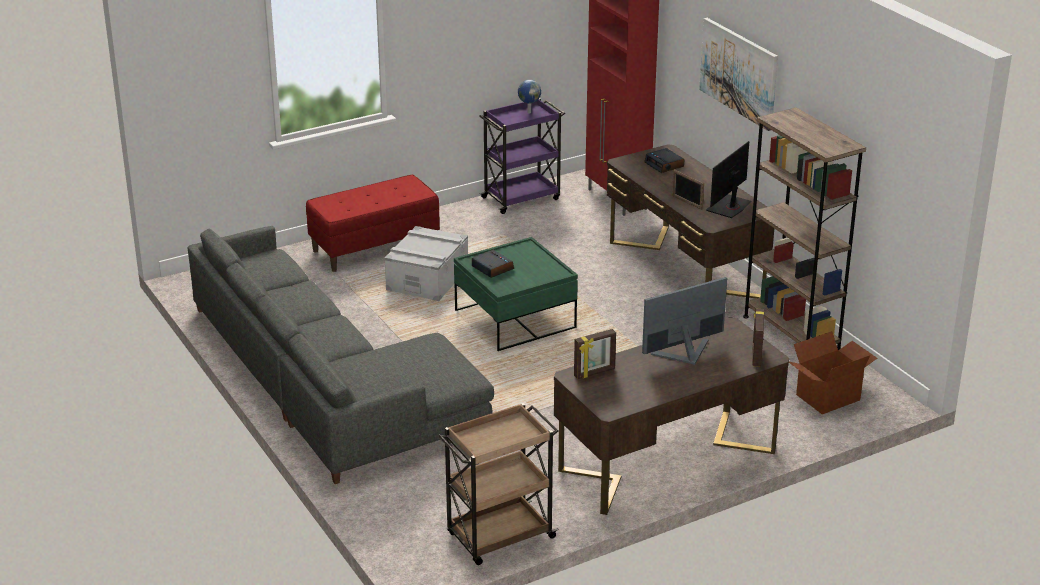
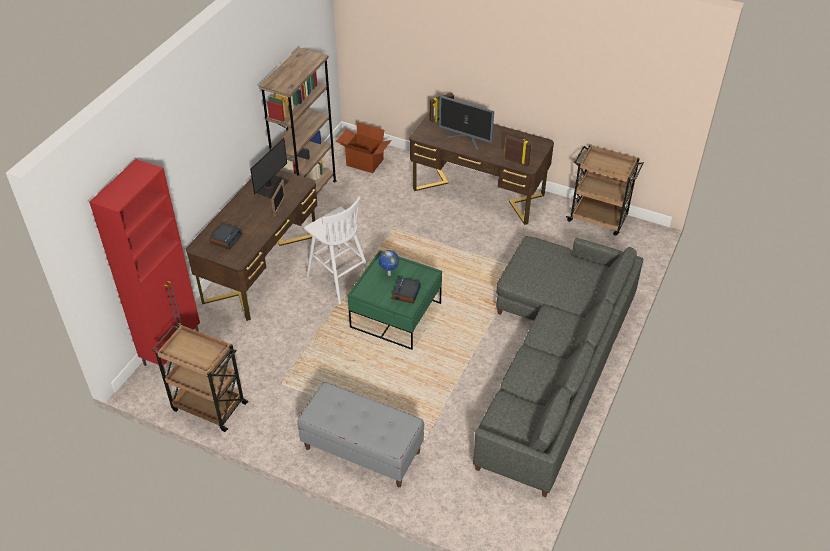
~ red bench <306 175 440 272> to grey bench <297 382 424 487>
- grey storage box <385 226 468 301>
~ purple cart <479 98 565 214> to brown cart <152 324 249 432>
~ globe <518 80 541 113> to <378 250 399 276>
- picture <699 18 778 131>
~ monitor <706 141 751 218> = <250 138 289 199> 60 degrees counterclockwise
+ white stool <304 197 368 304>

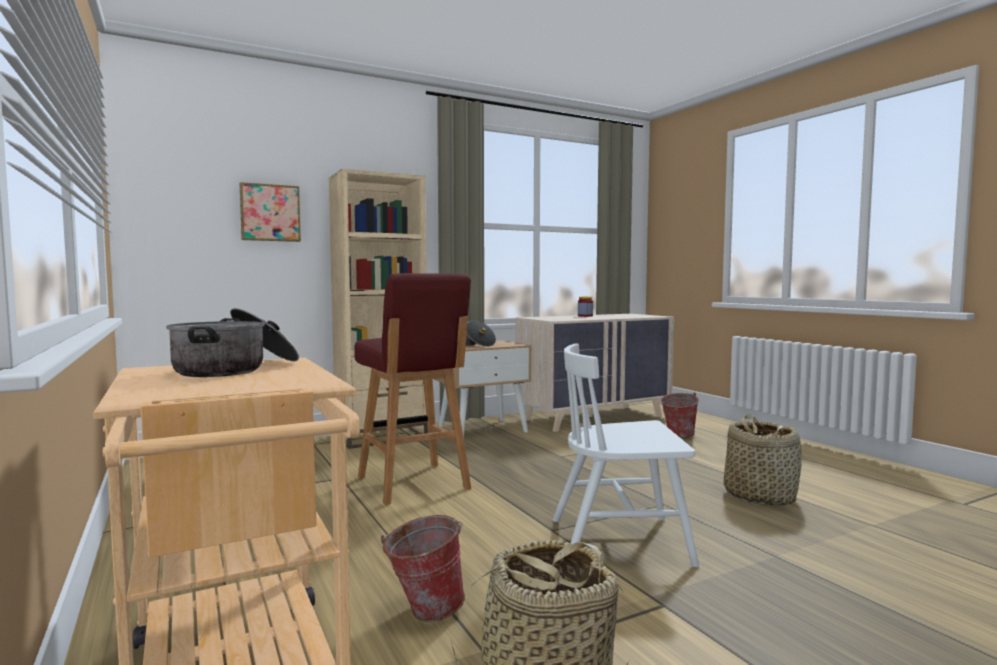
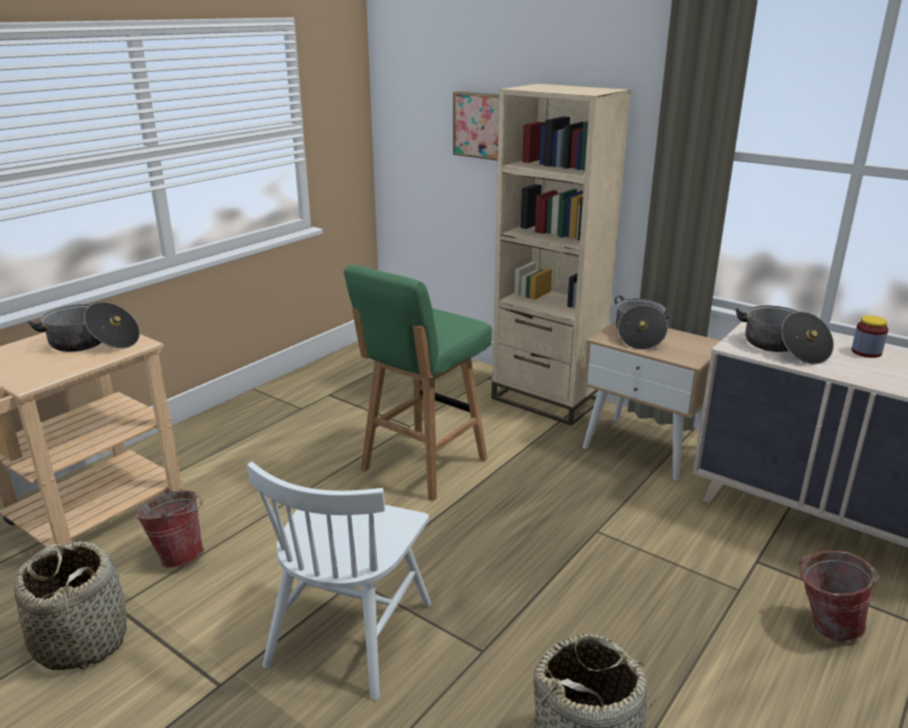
~ red stool <354 273 471 505> to green stool <344 265 492 501>
~ white chair <553 344 699 567> = <247 462 431 700> 135 degrees counterclockwise
+ cooking pot <736 305 834 364>

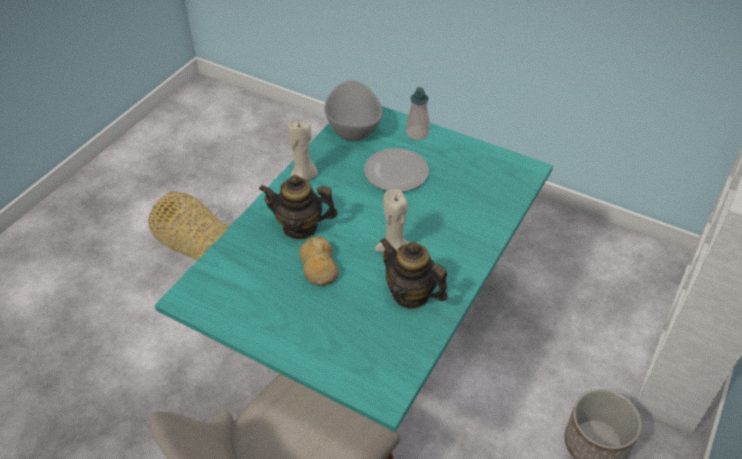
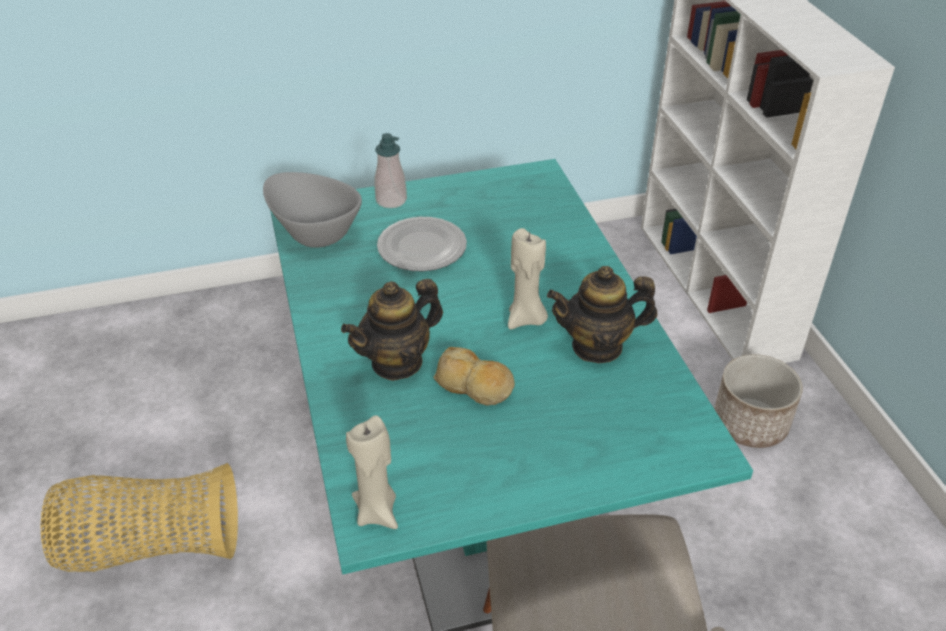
~ beige candle <288 120 318 181> to <346 415 398 529>

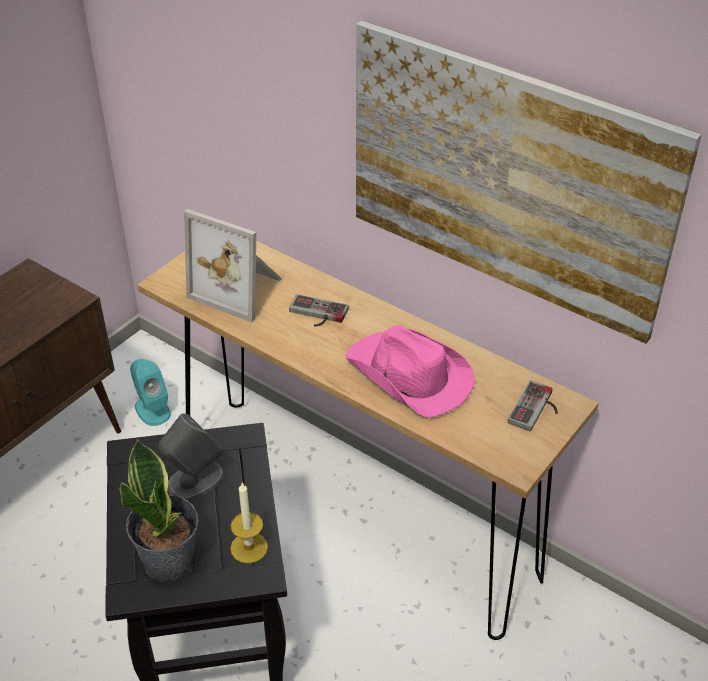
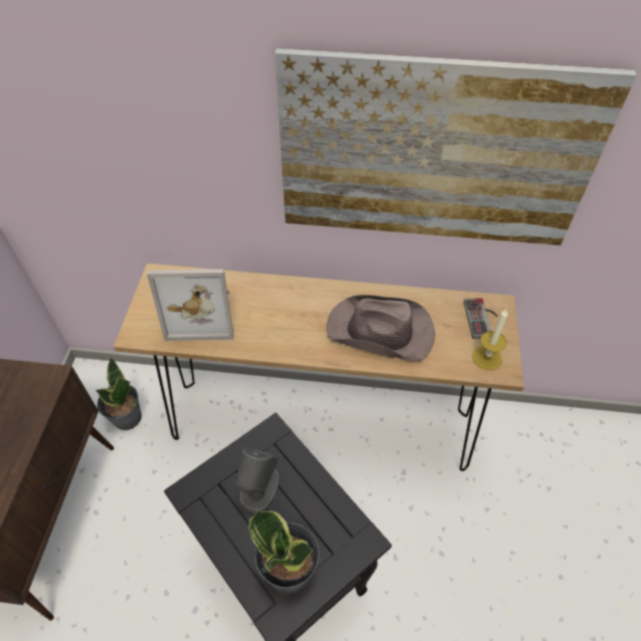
~ turquoise speaker <130 359 171 426> to potted plant <95 357 142 430>
~ candle <230 483 268 563> to <472 309 508 370>
- game controller <289 294 349 327>
~ pink hat <346 325 475 418> to brown hat <326 295 435 362>

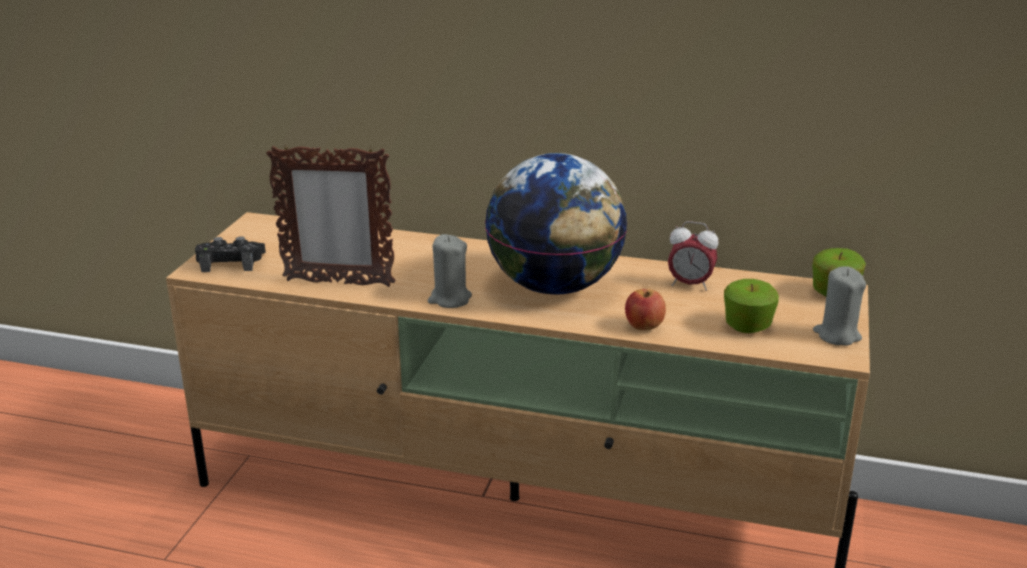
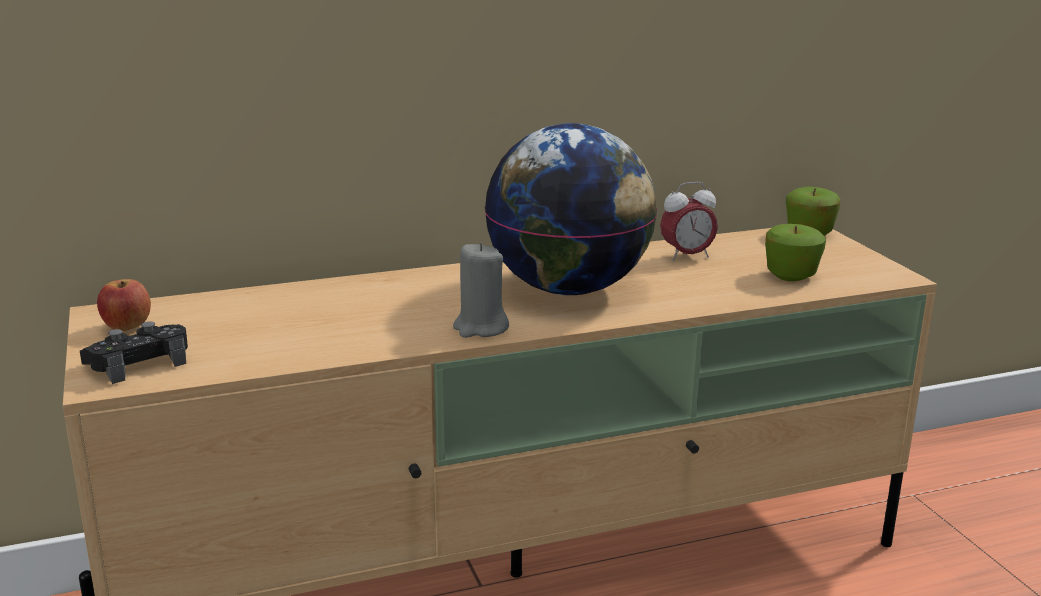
- picture frame <266 146 396 287>
~ apple <625 289 666 330> to <97 279 151 331>
- grey candle <813 266 866 345>

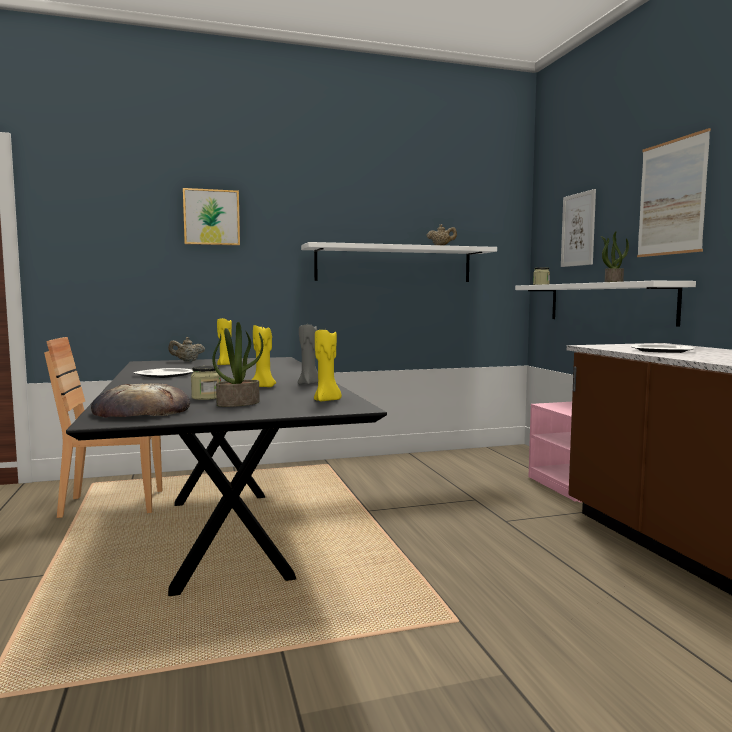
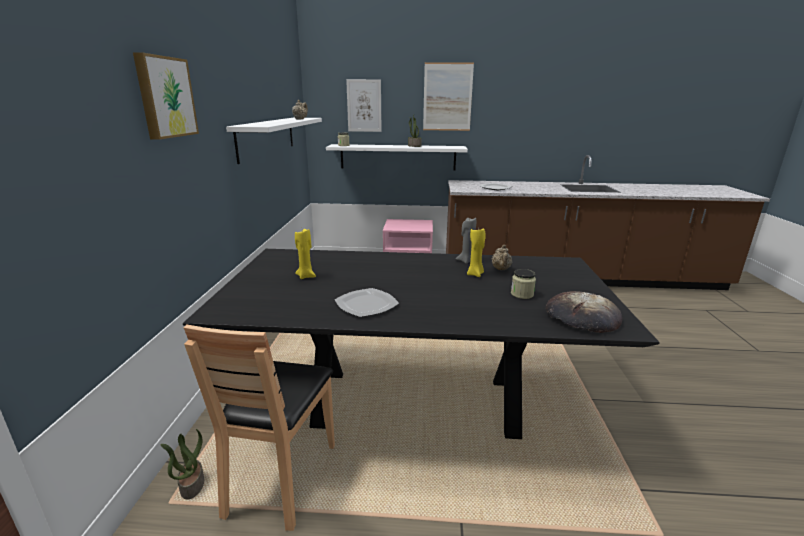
~ beige teapot <168 337 205 362> to <492 245 513 270>
~ potted plant <212 322 263 407> to <161 429 204 499>
- yellow candle <314 330 342 401>

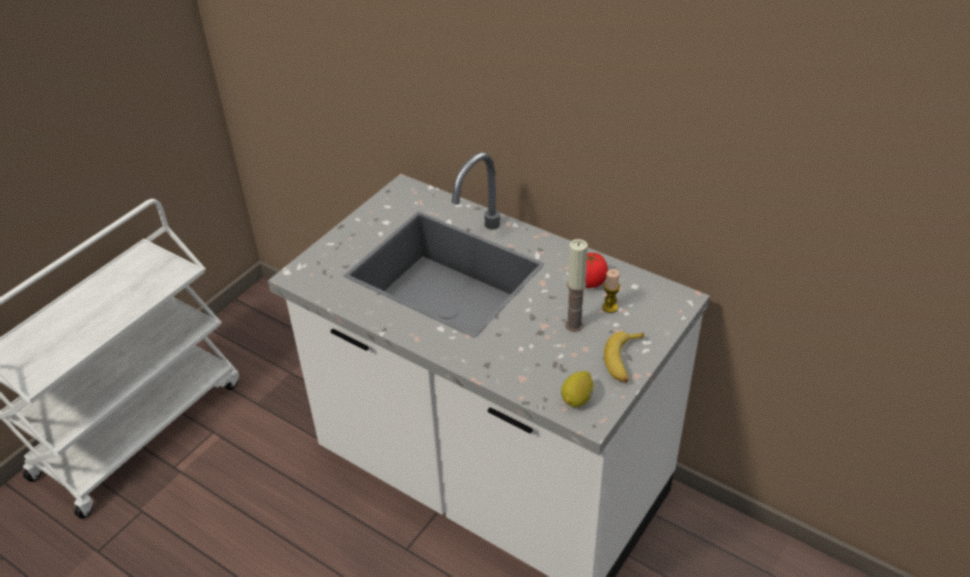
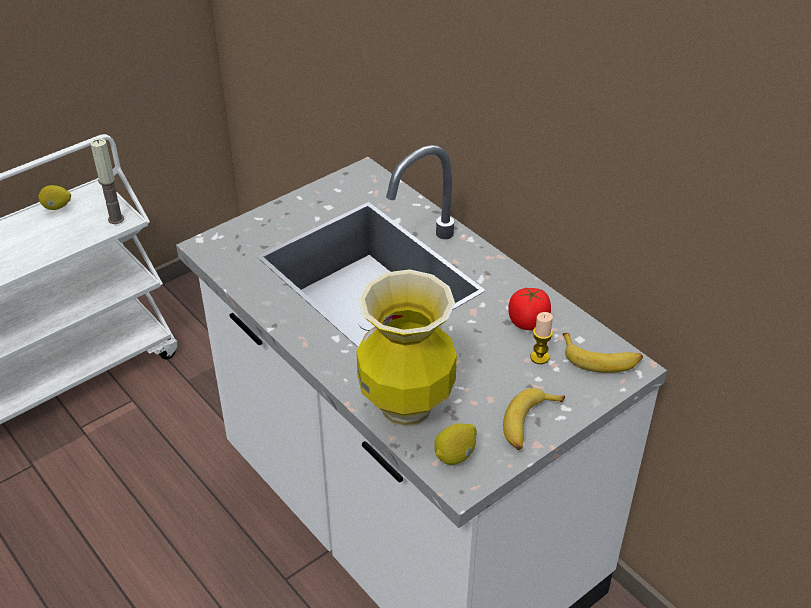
~ candle <565 239 588 332> to <90 138 124 224>
+ lemon <38 185 71 210>
+ vase <357 269 457 427>
+ banana <562 333 643 373>

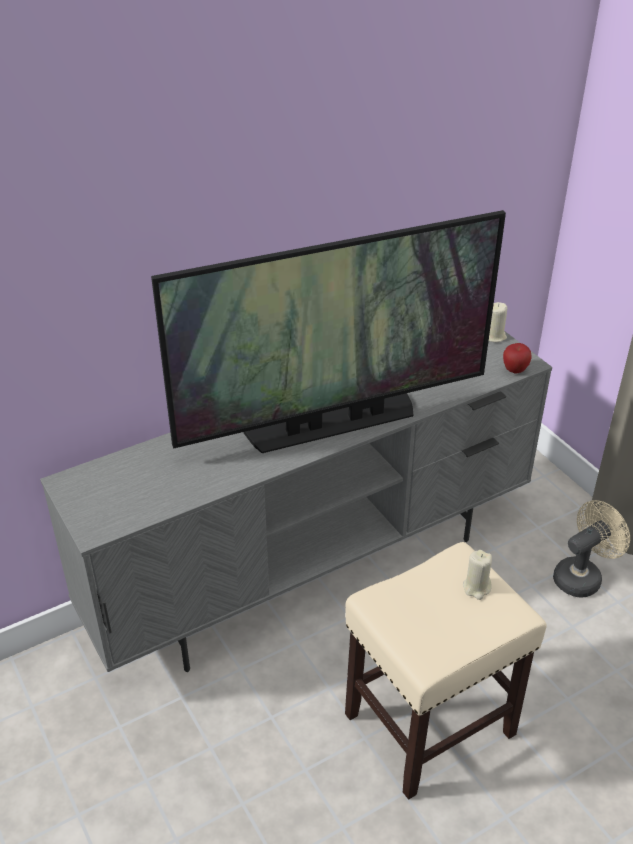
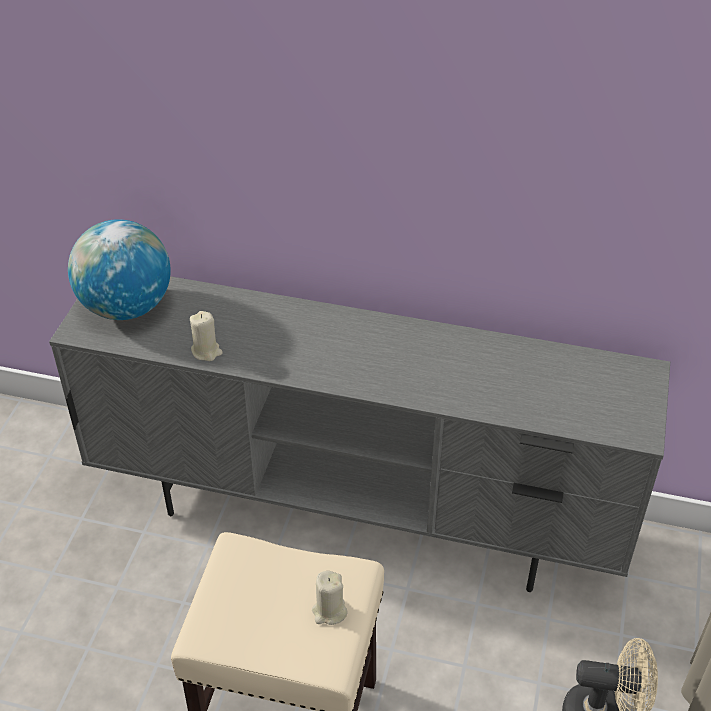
- television <151 210 506 453>
~ beige candle <489 302 507 342> to <190 311 223 361>
- apple <503 343 532 374>
+ globe <68 219 171 320>

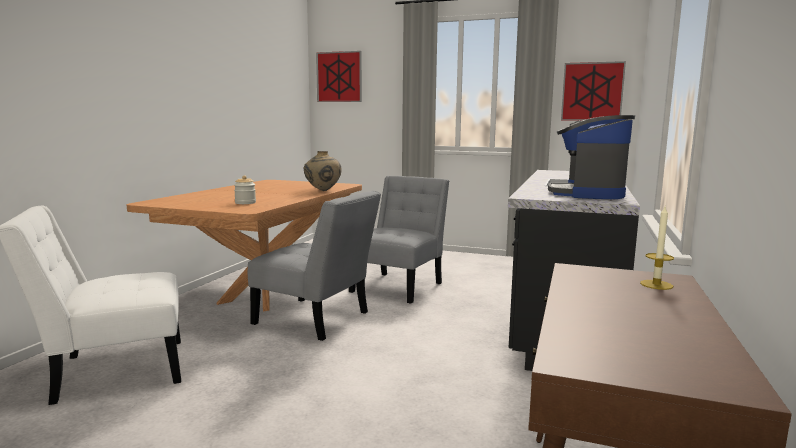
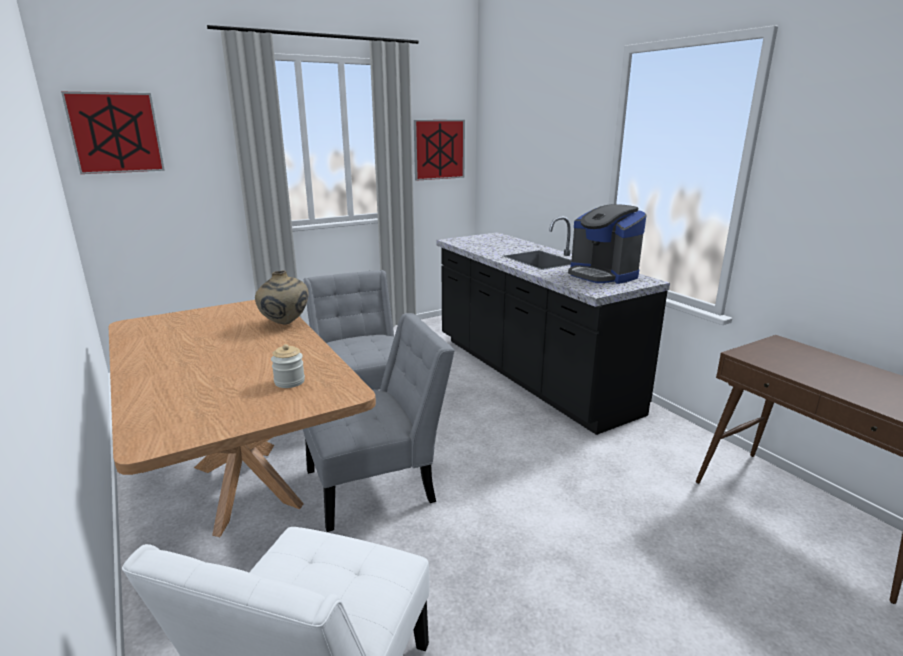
- candle <640 207 674 290>

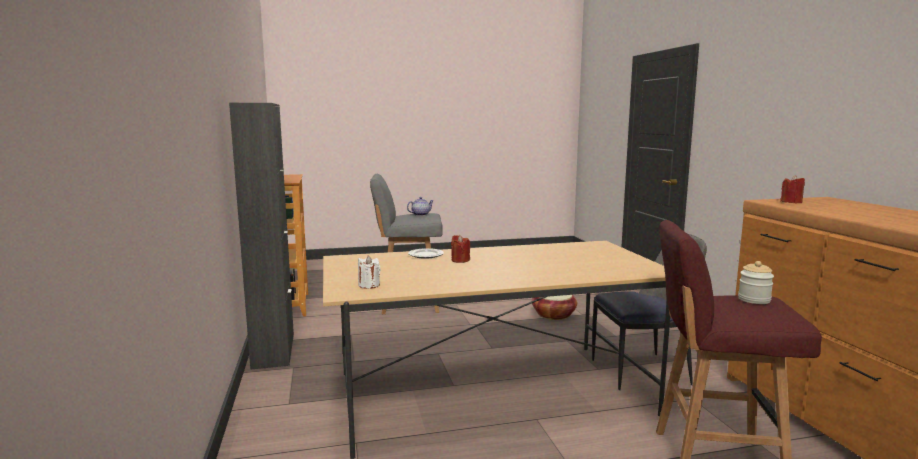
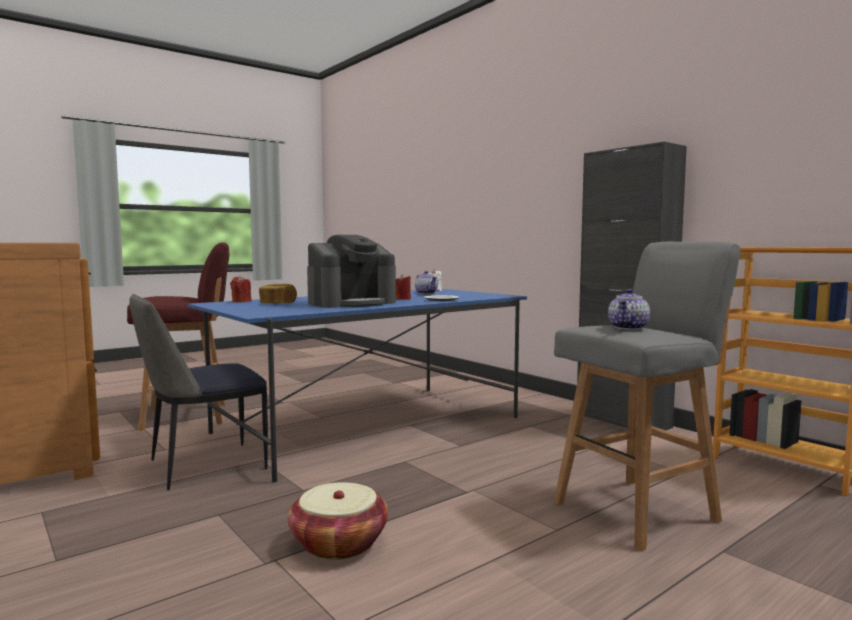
~ beige dining table <323 240 670 459> to blue dining table <188 289 527 483>
- jar <738 261 774 304>
~ red candle <780 175 805 203> to <230 275 251 302>
+ bread <259 284 297 303>
+ coffee machine <307 235 396 308>
+ teapot <415 271 438 294>

